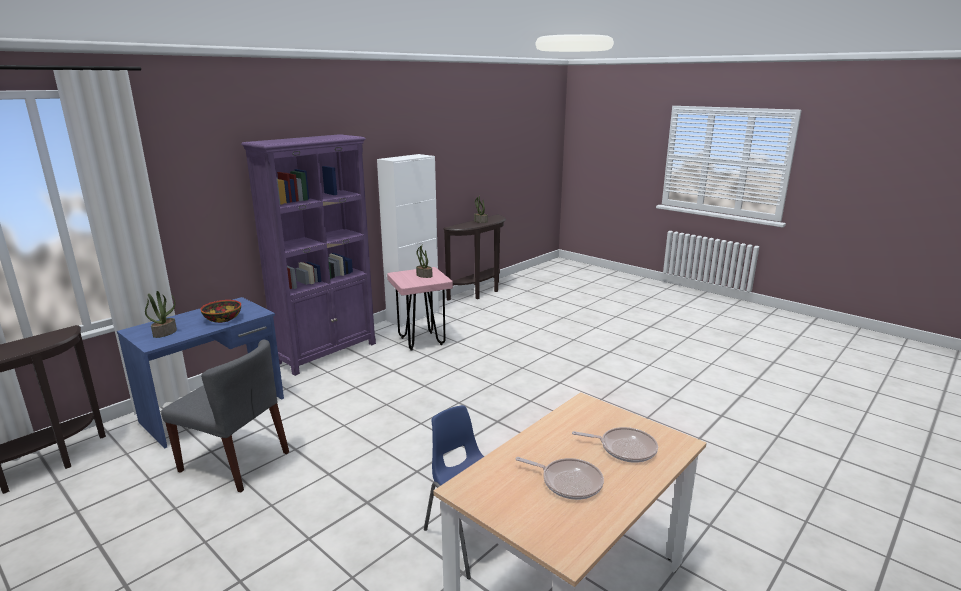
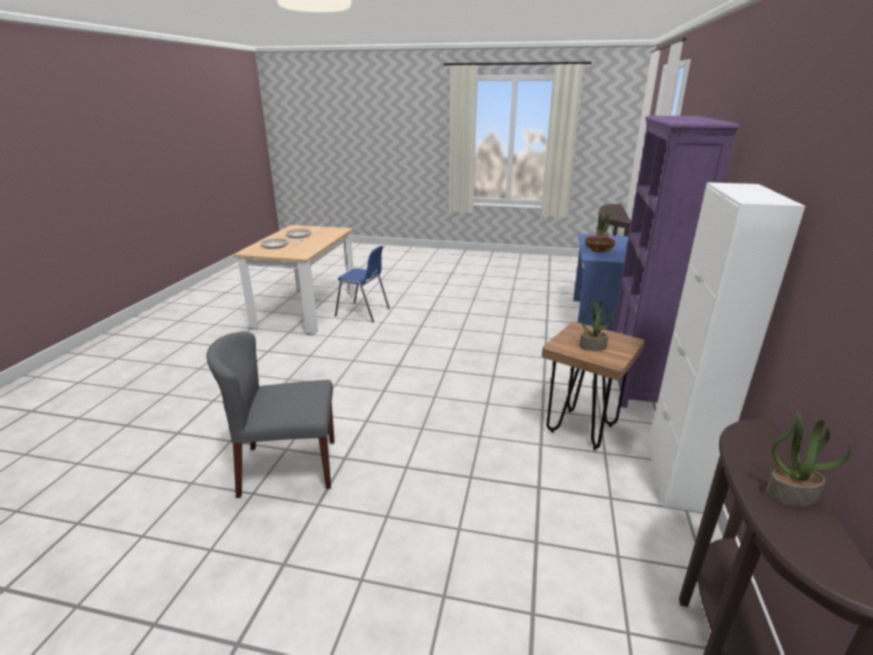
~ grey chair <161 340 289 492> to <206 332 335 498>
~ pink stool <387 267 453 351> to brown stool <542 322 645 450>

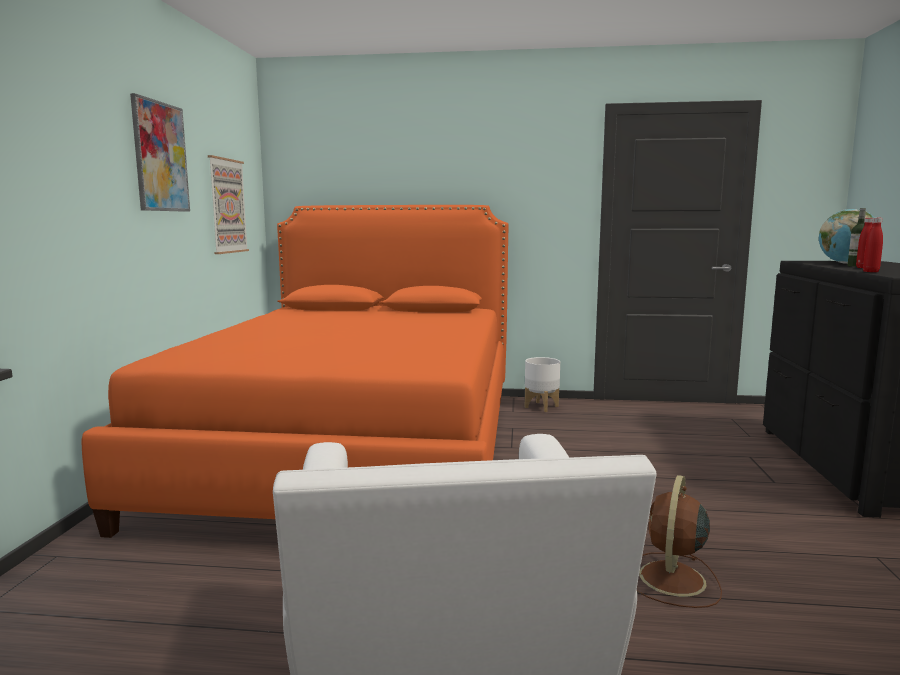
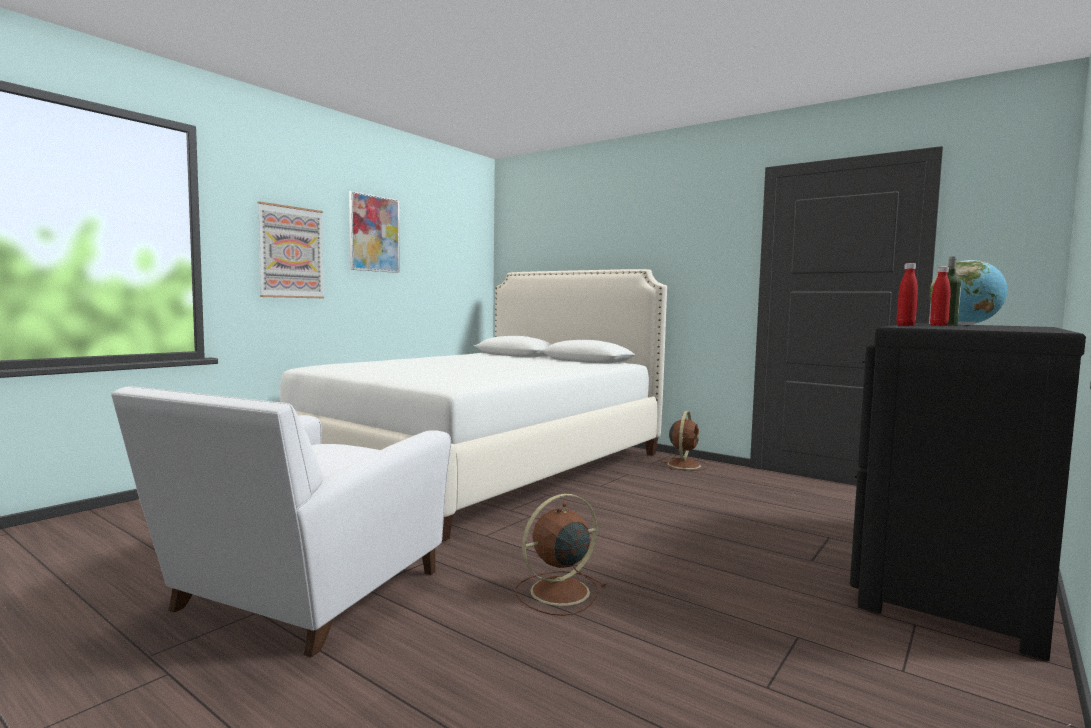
~ orange bed <82 205 509 538> to white bed <280 269 667 542>
~ picture <208 155 249 254> to <258 201 324 298>
~ white planter <525 357 560 412> to brown fan <661 411 708 471>

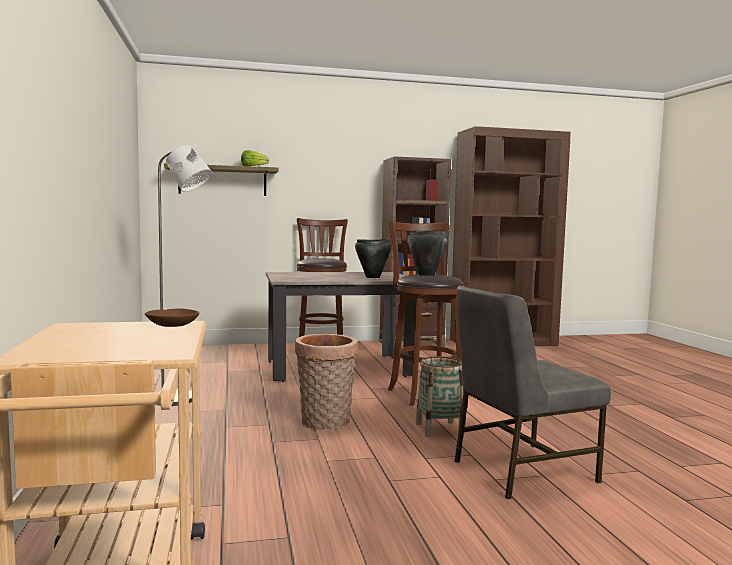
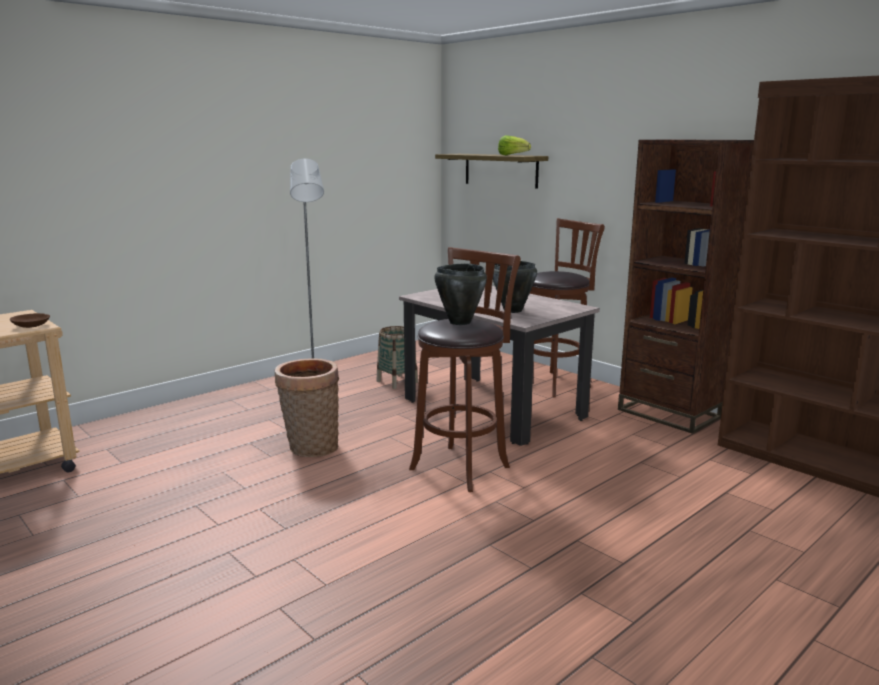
~ basket <416 356 463 437> to <377 326 418 389>
- grey chair <455 285 611 499>

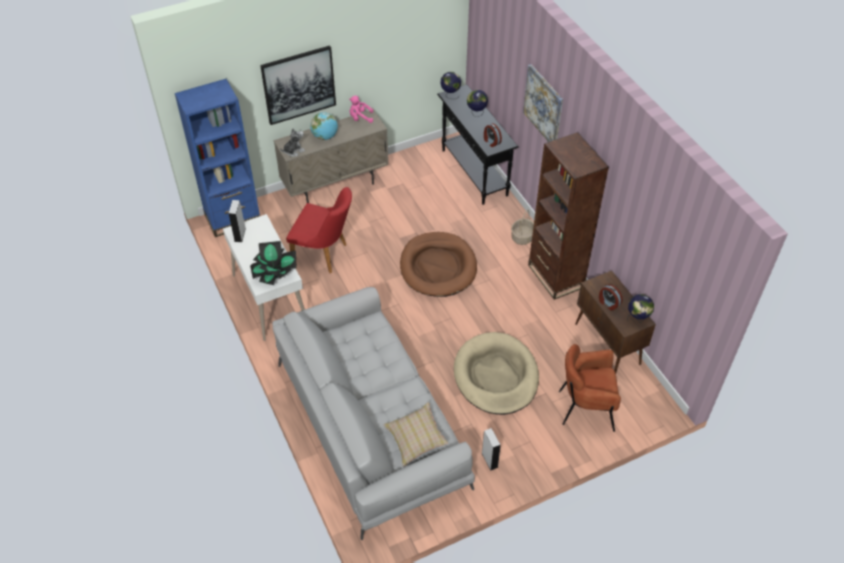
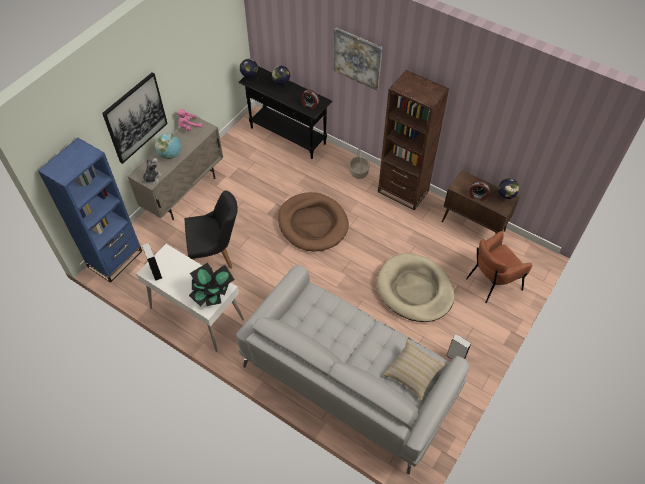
~ red chair <286 187 352 273> to black chair <185 190 238 268>

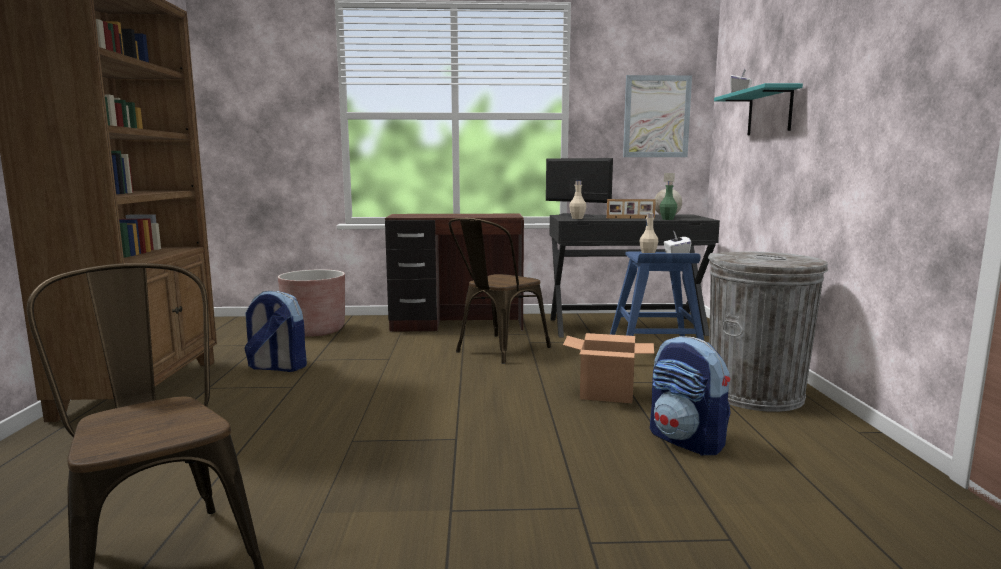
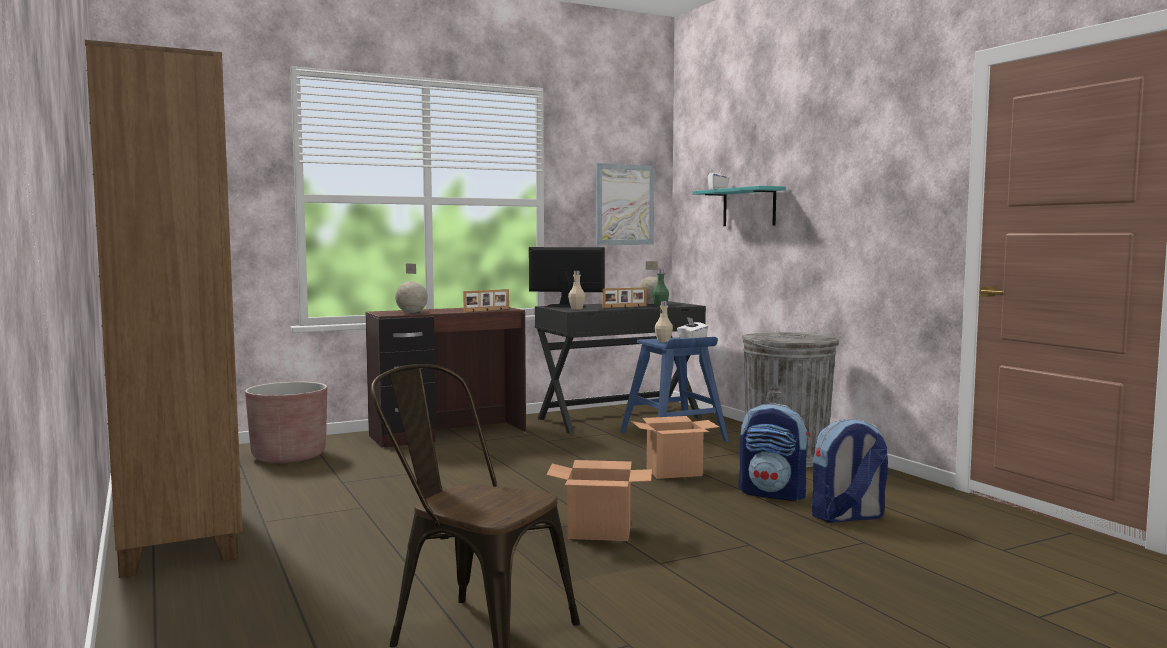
~ backpack <245 291 307 372> to <812 419 888 523>
- brown chair <449 218 551 364>
+ globe <395 263 428 313>
+ picture frame <463 289 509 312>
+ cardboard box <546 460 652 541>

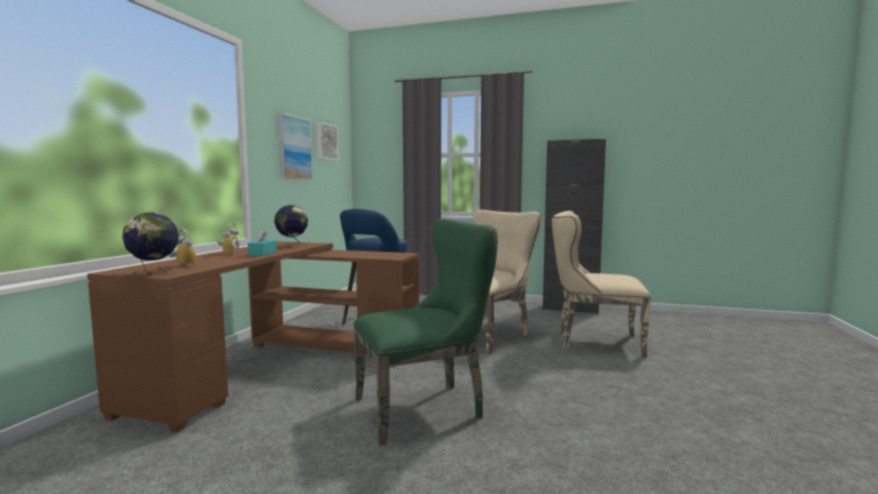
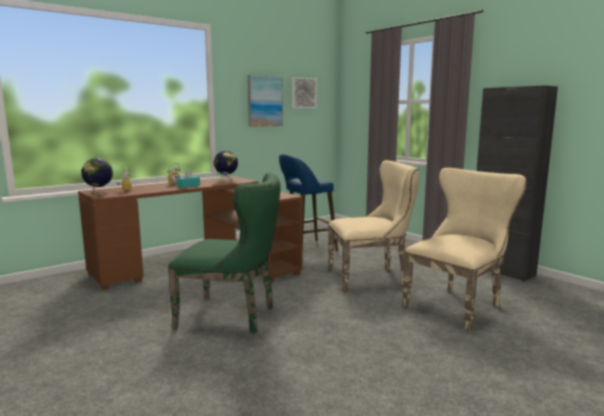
~ beige chair <552 211 651 358> = <402 168 526 333> 90 degrees clockwise

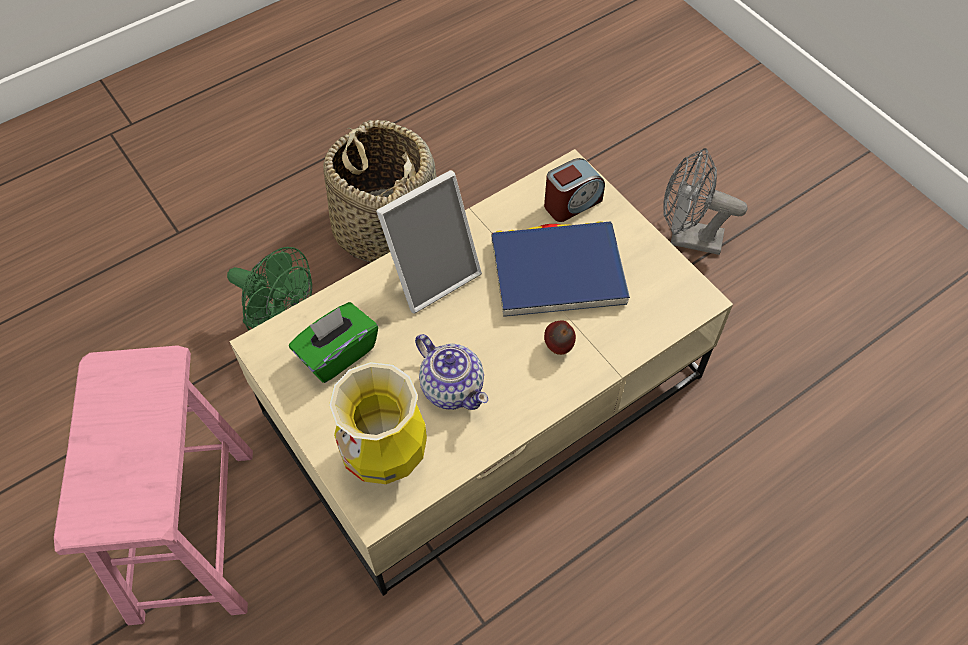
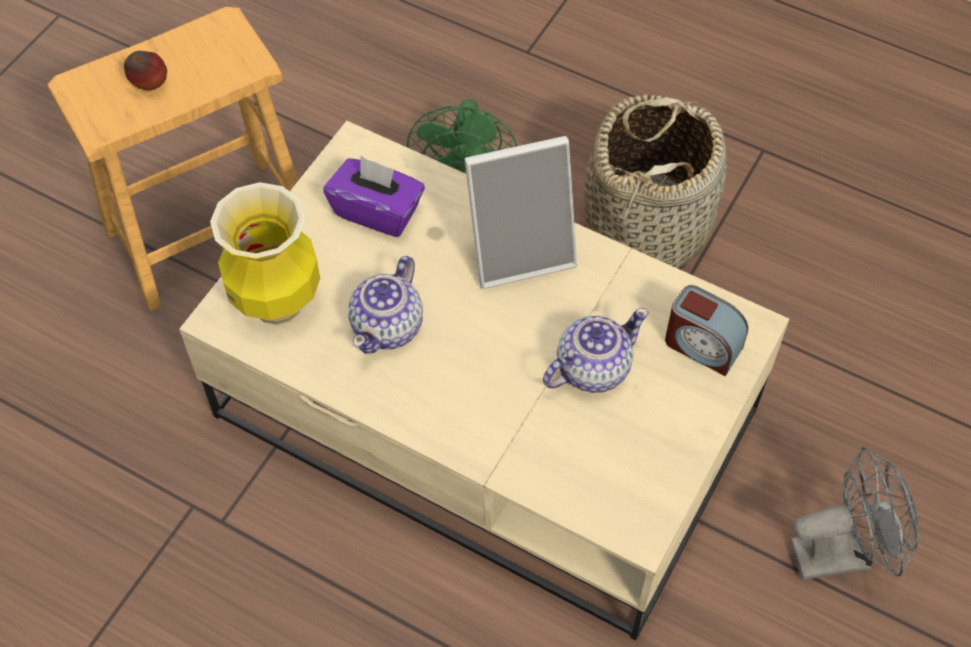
~ pink stool <54 345 253 625> to brown stool <47 7 298 311>
~ green tissue box <289 302 378 383> to purple tissue box <324 155 425 237>
~ picture frame <376 170 482 314> = <465 136 577 289> 45 degrees counterclockwise
~ blue book <492 221 630 317> to teapot <543 308 649 393>
~ apple <544 320 576 355> to <124 51 167 90>
~ grey fan <663 148 747 255> = <790 447 919 580> 90 degrees clockwise

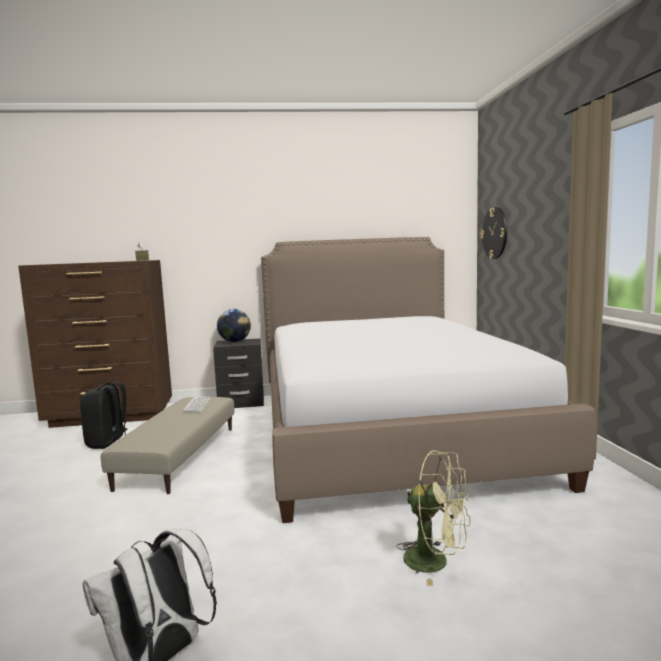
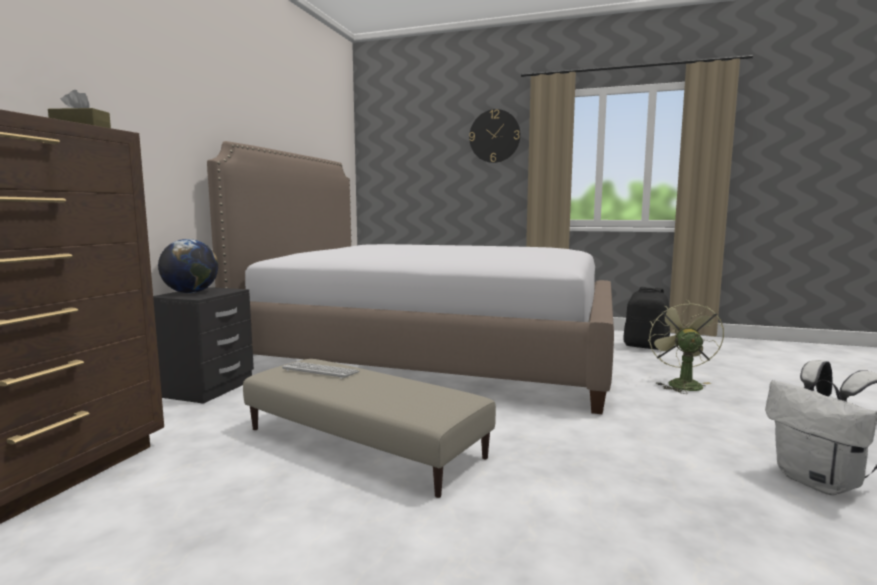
~ black backpack <80 382 128 449> to <624 287 670 350>
~ green fan <396 450 470 586> = <648 300 724 394> 45 degrees counterclockwise
~ wall clock <481 207 507 259> to <469 109 521 163>

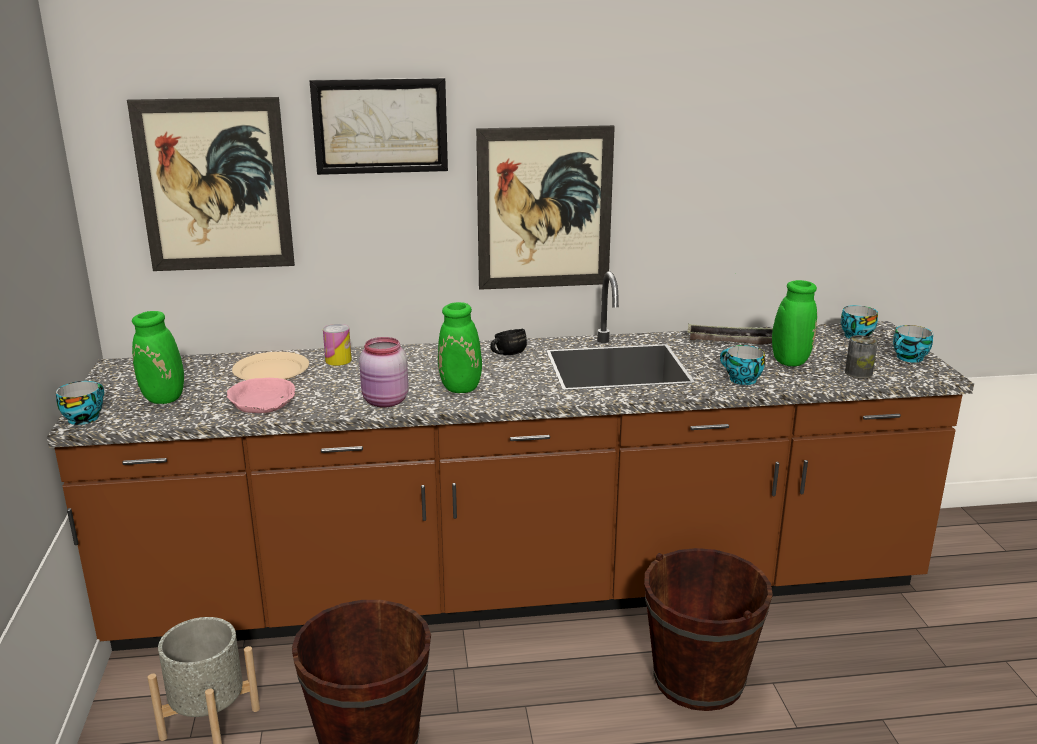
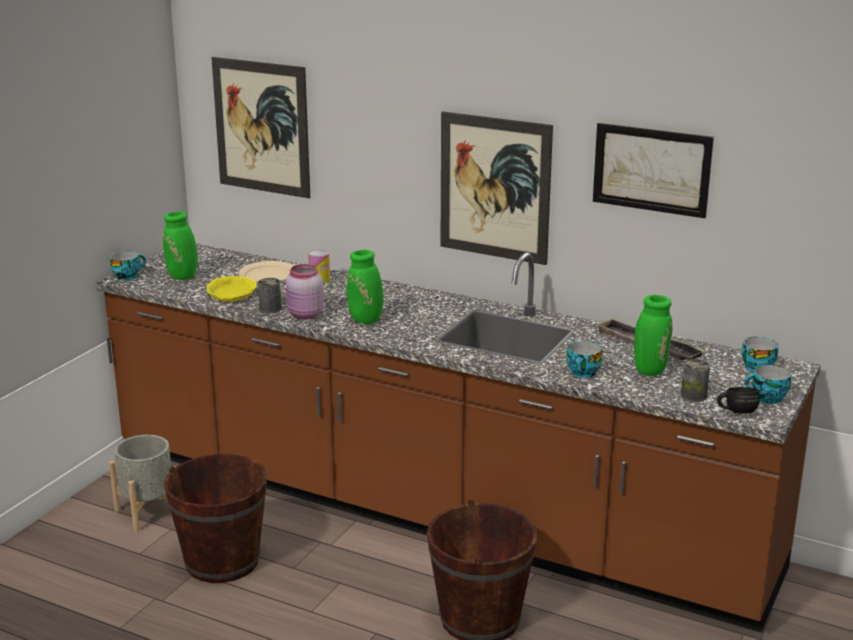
~ pink bowl <227 378 295 413> to yellow bowl <207 276 257 302>
~ picture <309 78 448 175> to <593 123 714 218>
~ black mug <490 329 527 356> to <717 387 760 414>
+ can <258 278 282 314>

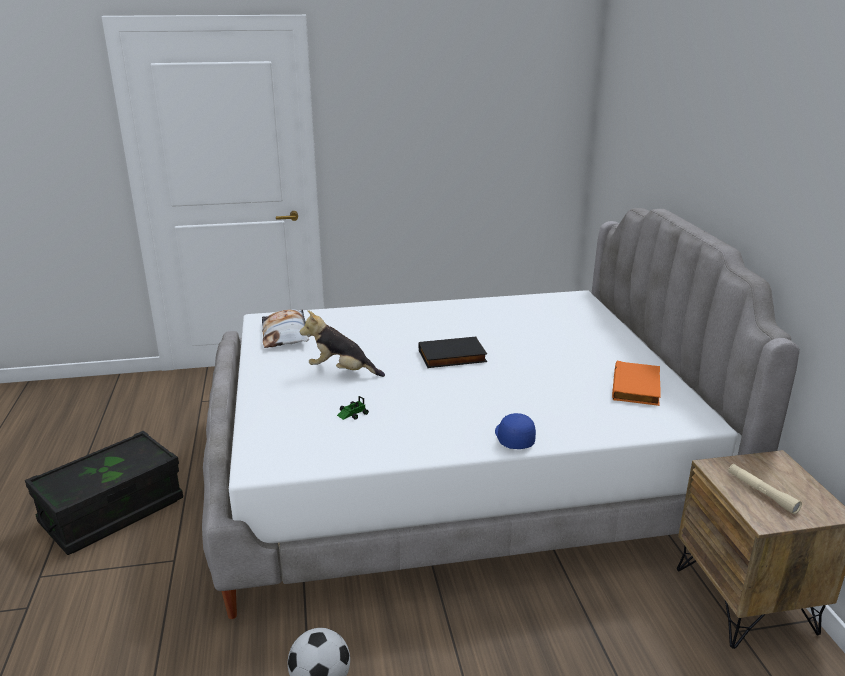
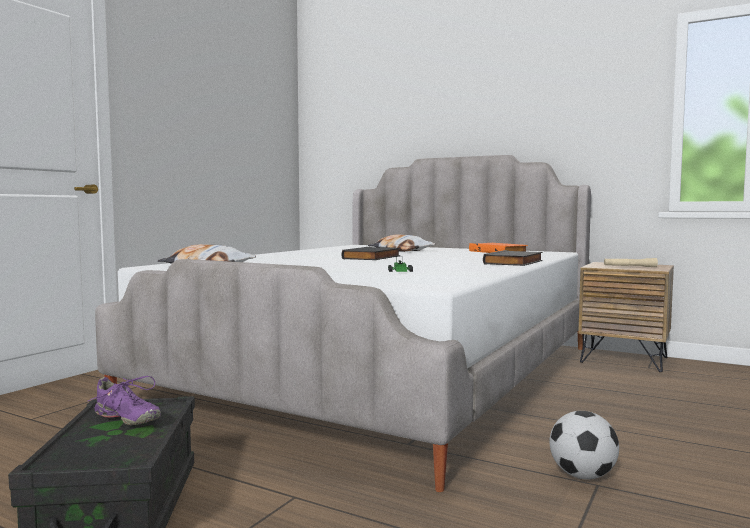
- plush toy <300 310 385 377>
~ blue cap <495 413 536 449> to black book <483 250 543 266>
+ purple shoe <87 376 161 425>
+ pillow <368 234 435 252>

